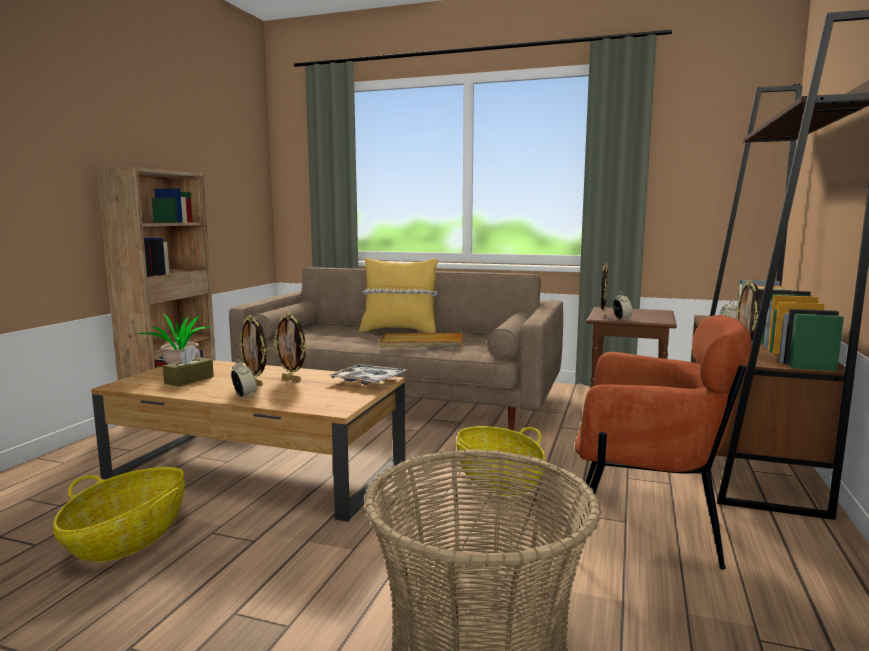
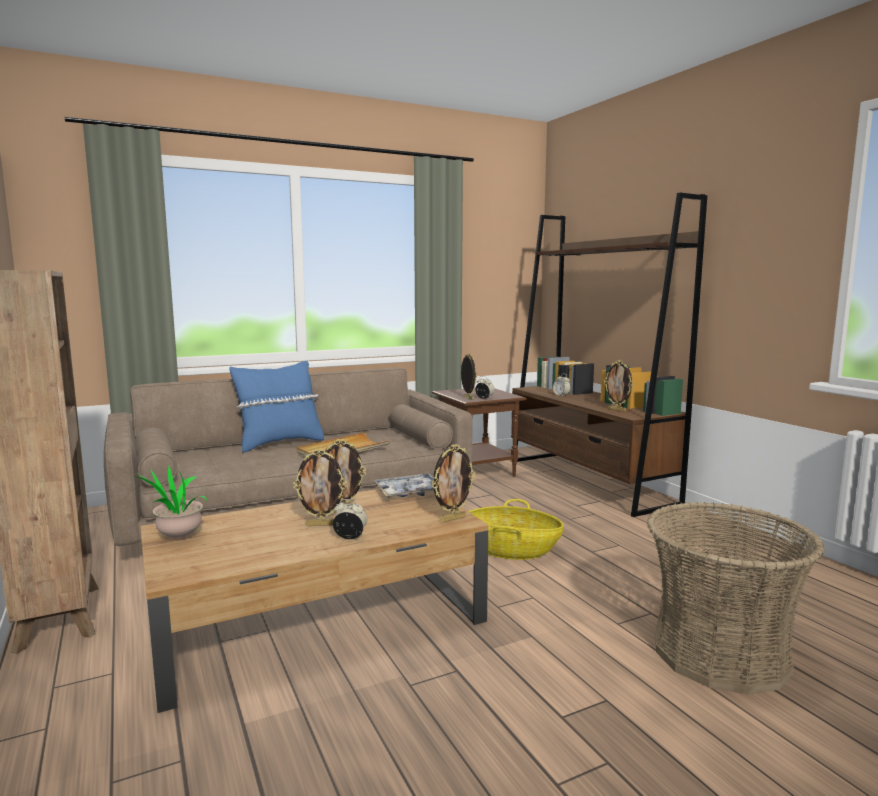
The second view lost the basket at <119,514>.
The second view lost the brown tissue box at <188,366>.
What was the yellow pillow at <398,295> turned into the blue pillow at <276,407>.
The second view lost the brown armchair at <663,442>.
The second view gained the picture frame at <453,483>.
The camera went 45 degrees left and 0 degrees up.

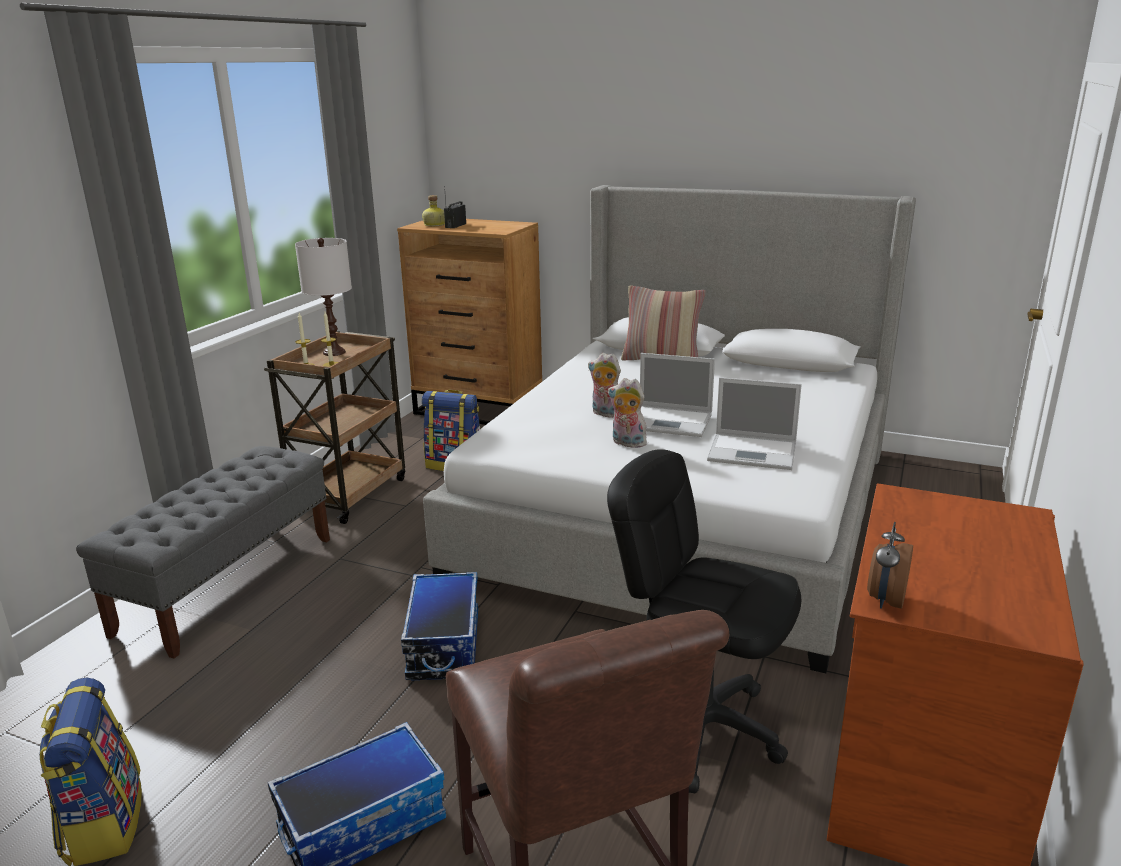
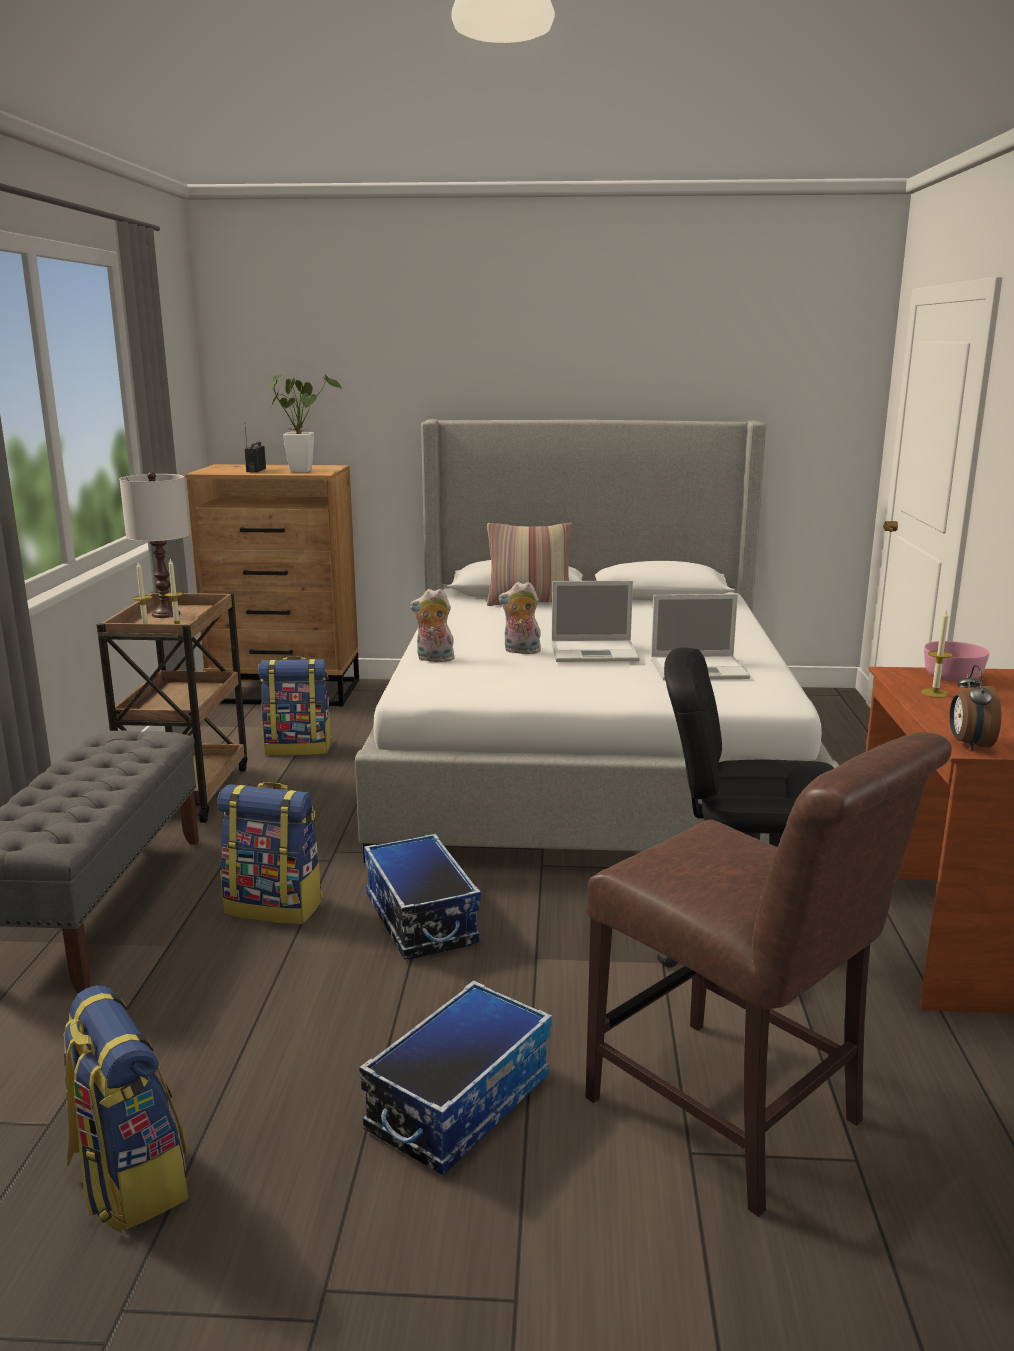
The second view lost the bottle at <433,210>.
The plush toy ended up elsewhere, having gone from <627,413> to <432,625>.
The second view gained the backpack at <270,853>.
The second view gained the potted plant at <306,423>.
The second view gained the candle at <937,654>.
The second view gained the pink bowl at <956,661>.
The camera went 20 degrees left and 5 degrees down.

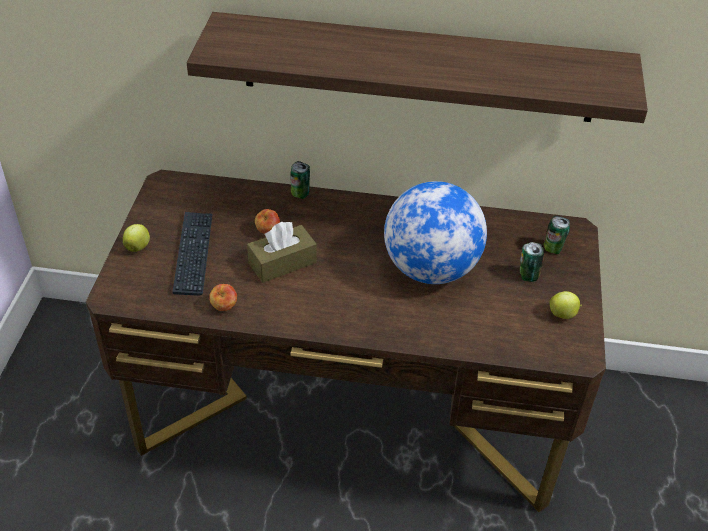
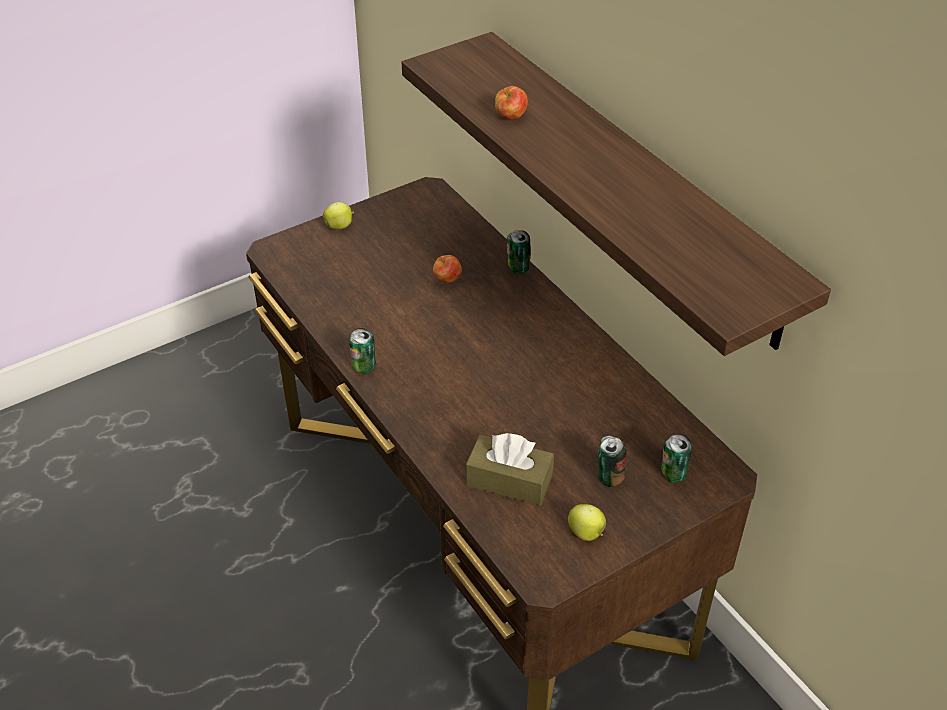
The second view lost the keyboard at <192,254>.
The apple ended up elsewhere, having gone from <223,297> to <511,102>.
The brown tissue box ended up elsewhere, having gone from <282,252> to <510,469>.
The second view lost the globe at <435,232>.
The second view gained the can at <362,351>.
The camera went 50 degrees right and 0 degrees up.

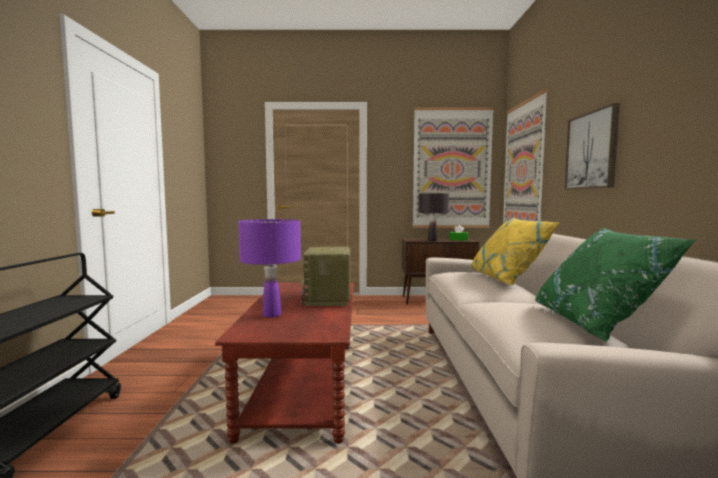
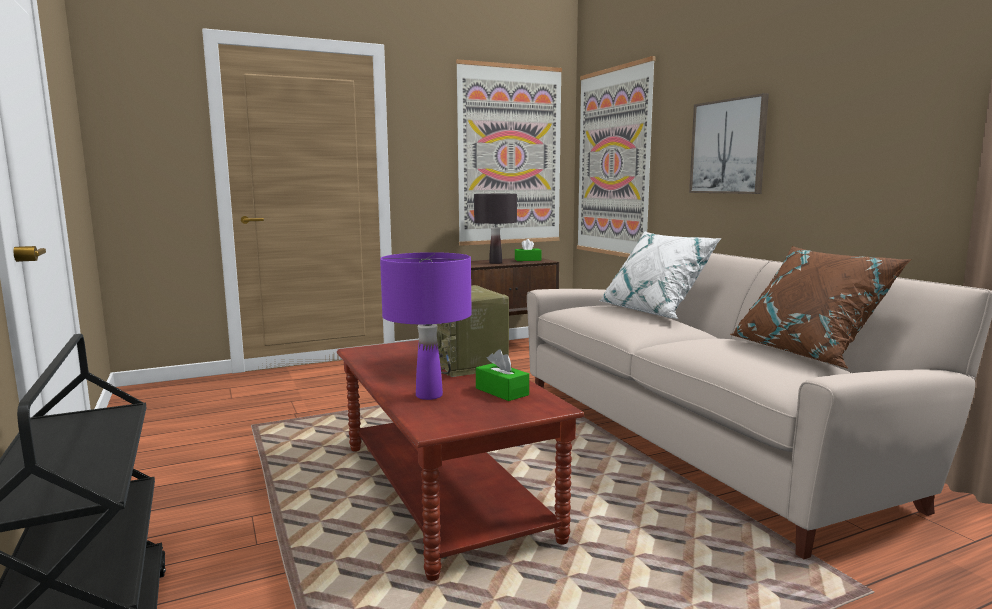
What was the yellow pillow at <515,251> turned into the white pillow at <660,275>.
What was the green pillow at <616,285> turned into the brown pillow at <821,307>.
The second view gained the green tissue box at <502,375>.
The camera went 25 degrees left and 5 degrees up.

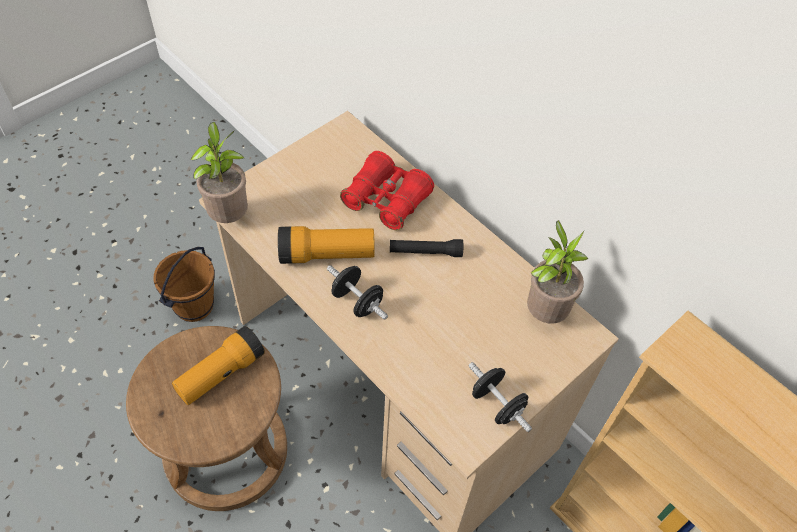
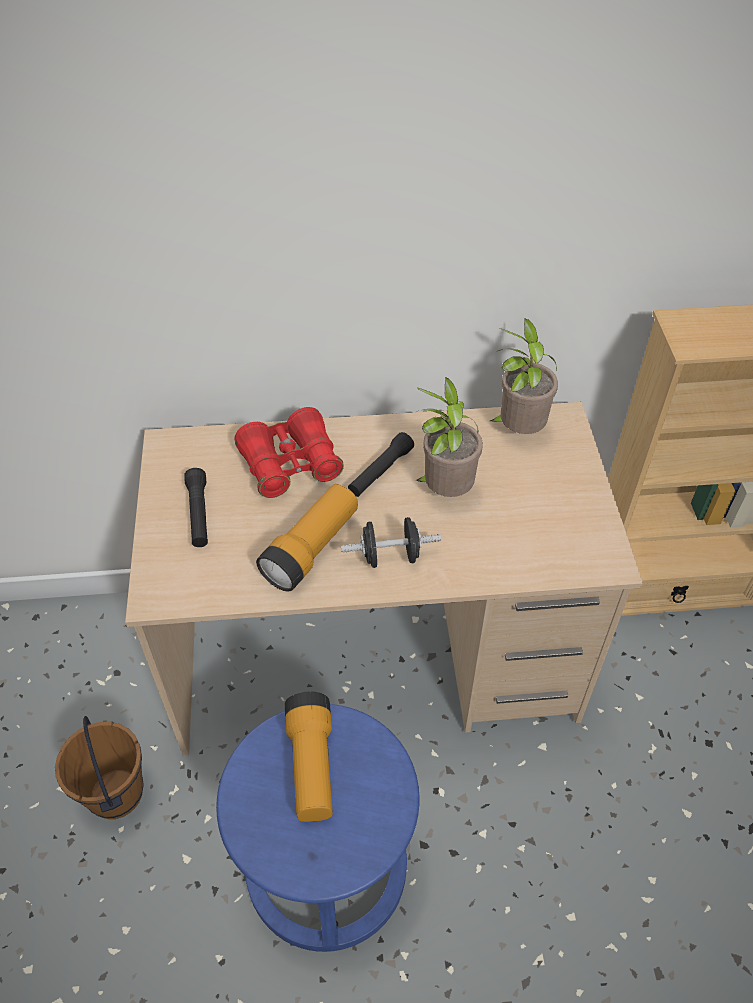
What was the brown stool at <206,418> turned into the blue stool at <317,828>.
The potted plant ended up elsewhere, having gone from <219,172> to <449,437>.
The second view lost the black dumbbell at <500,397>.
The second view gained the black flashlight at <196,507>.
The camera went 50 degrees left and 5 degrees down.

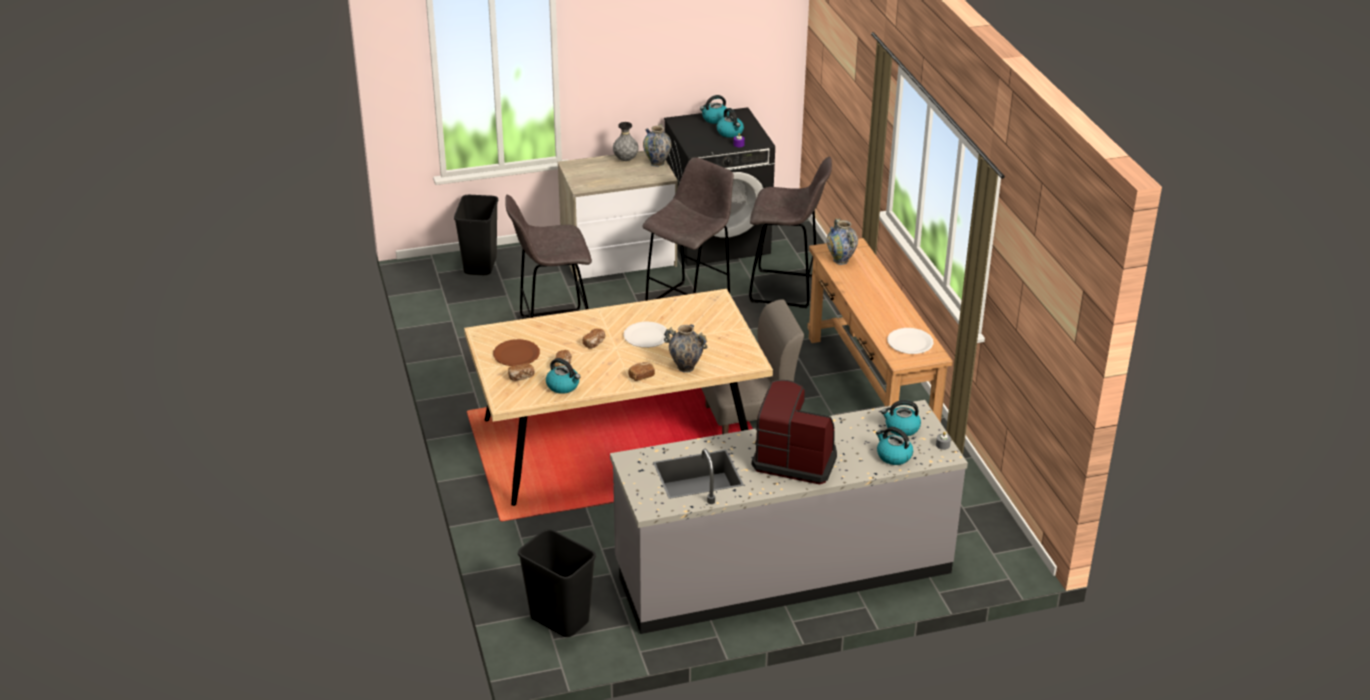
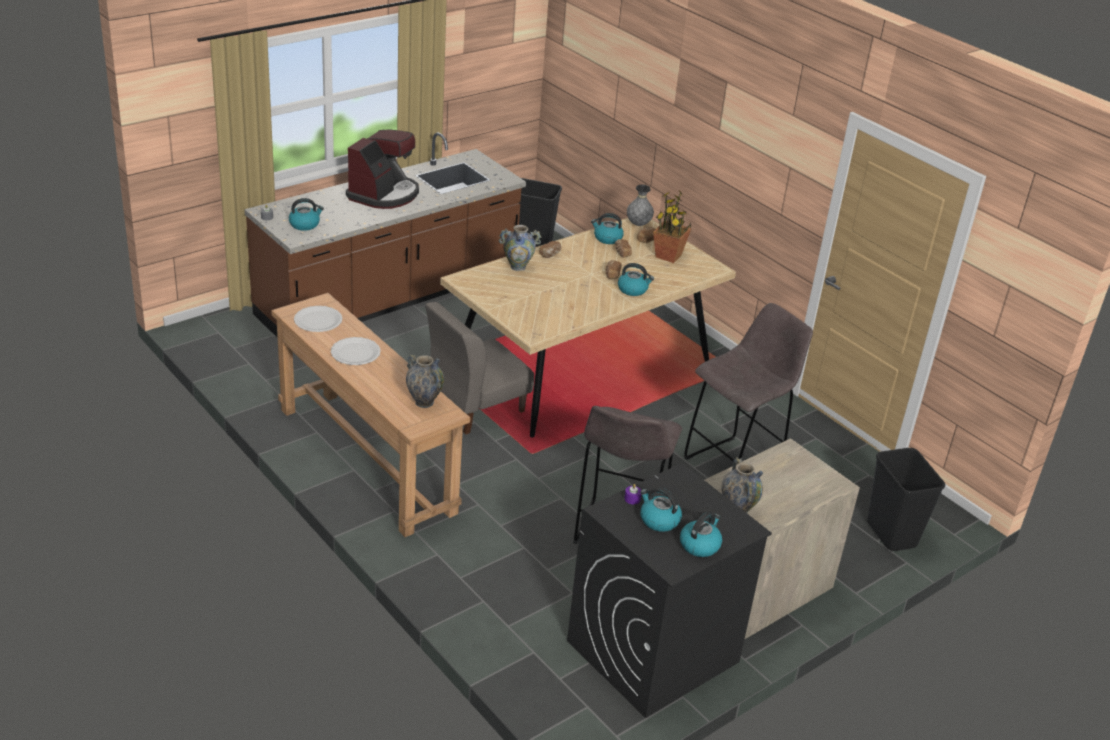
Where the brown plate stood at <516,352>, the potted plant came to stand at <672,227>.
What was the grey counter at <789,517> turned into the brown counter at <385,234>.
The grey vase ended up elsewhere, having gone from <626,141> to <640,205>.
The white plate ended up elsewhere, having gone from <645,334> to <356,351>.
The second view lost the grey stool at <790,232>.
The coffee machine at <794,432> ended up facing another way, 60 degrees counterclockwise from before.
The kettle ended up elsewhere, having gone from <894,446> to <636,279>.
The camera went 155 degrees right and 0 degrees up.

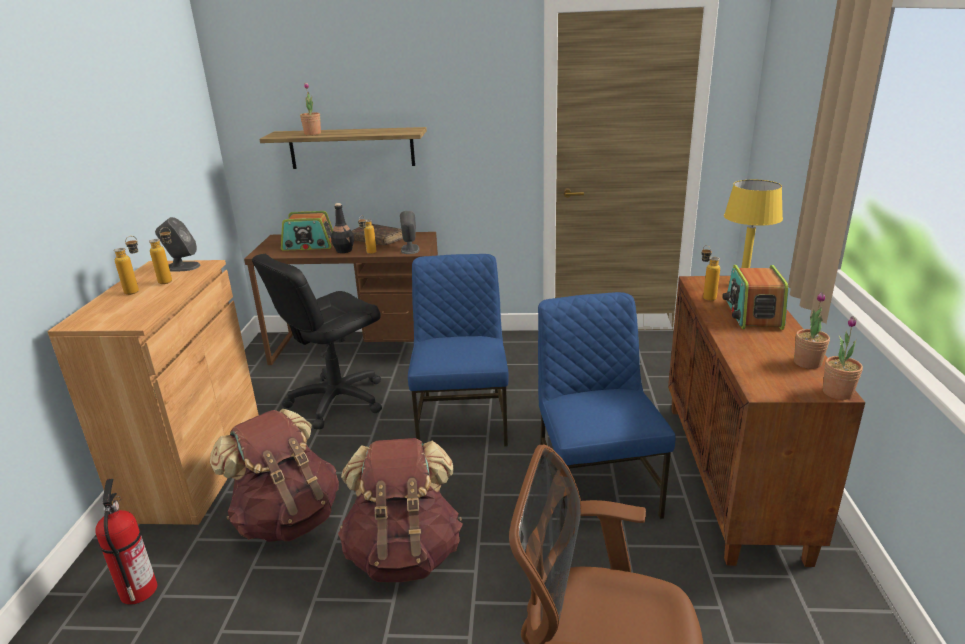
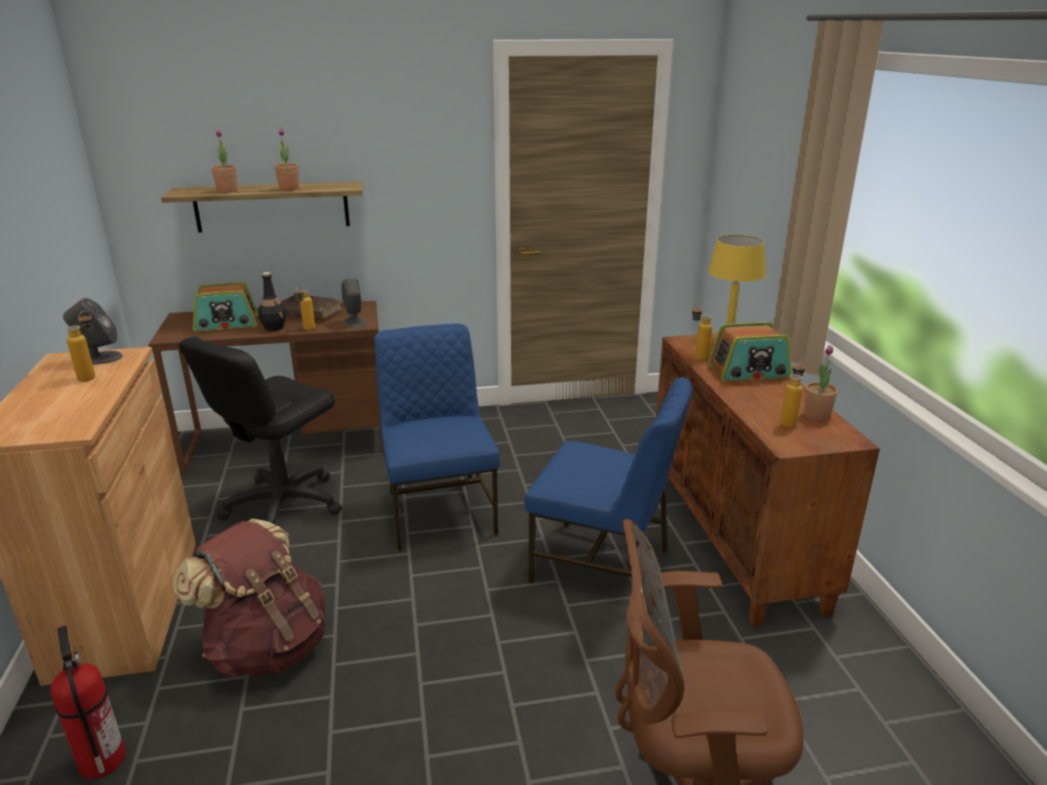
The bottle ended up elsewhere, having gone from <126,265> to <792,394>.
The second view lost the brown backpack at <400,510>.
The blue chair at <606,405> ended up facing another way, 135 degrees clockwise from before.
The radio at <755,297> ended up facing another way, 90 degrees counterclockwise from before.
The potted plant ended up elsewhere, having gone from <843,358> to <286,159>.
The camera went 15 degrees left and 0 degrees up.

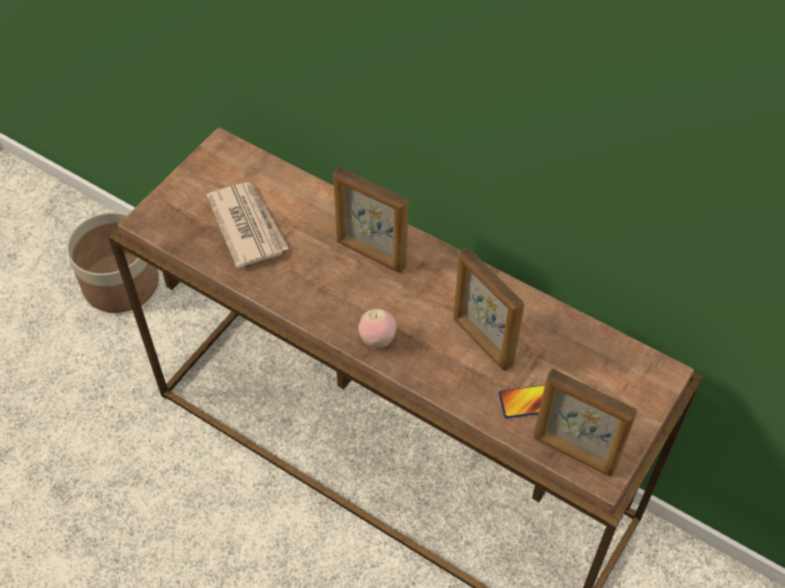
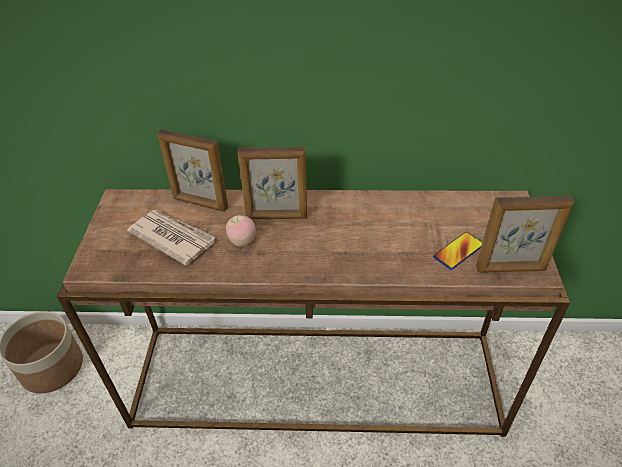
The apple ended up elsewhere, having gone from <377,328> to <241,230>.
The picture frame ended up elsewhere, having gone from <488,309> to <192,170>.
The camera went 30 degrees left and 10 degrees down.

